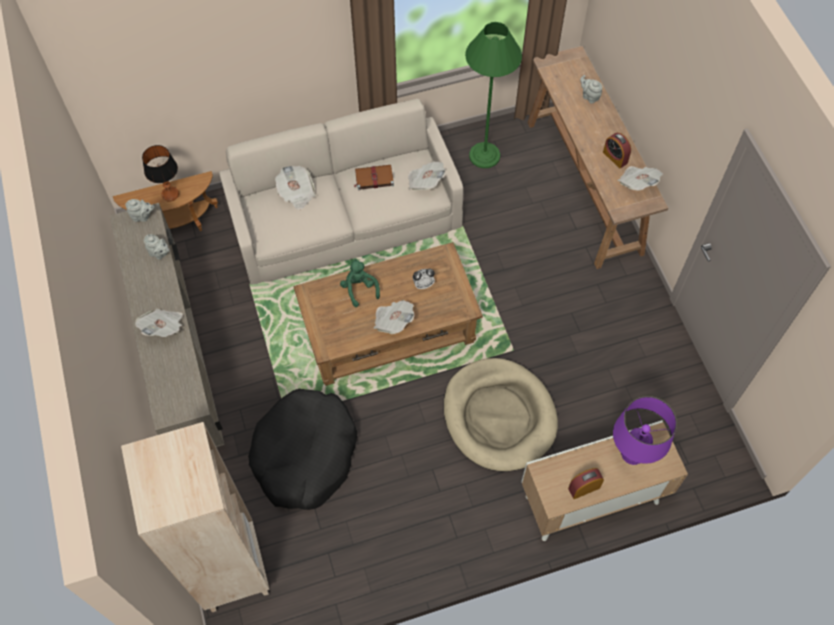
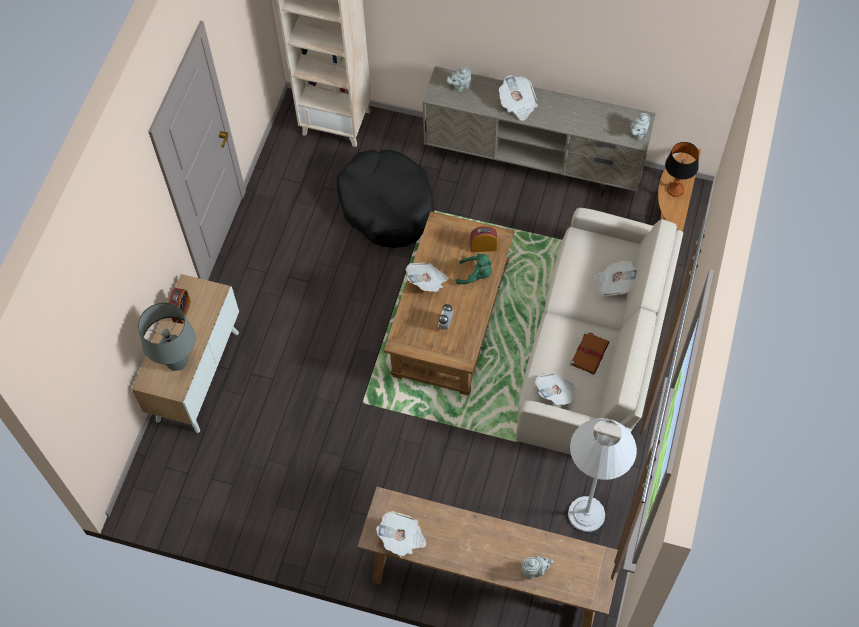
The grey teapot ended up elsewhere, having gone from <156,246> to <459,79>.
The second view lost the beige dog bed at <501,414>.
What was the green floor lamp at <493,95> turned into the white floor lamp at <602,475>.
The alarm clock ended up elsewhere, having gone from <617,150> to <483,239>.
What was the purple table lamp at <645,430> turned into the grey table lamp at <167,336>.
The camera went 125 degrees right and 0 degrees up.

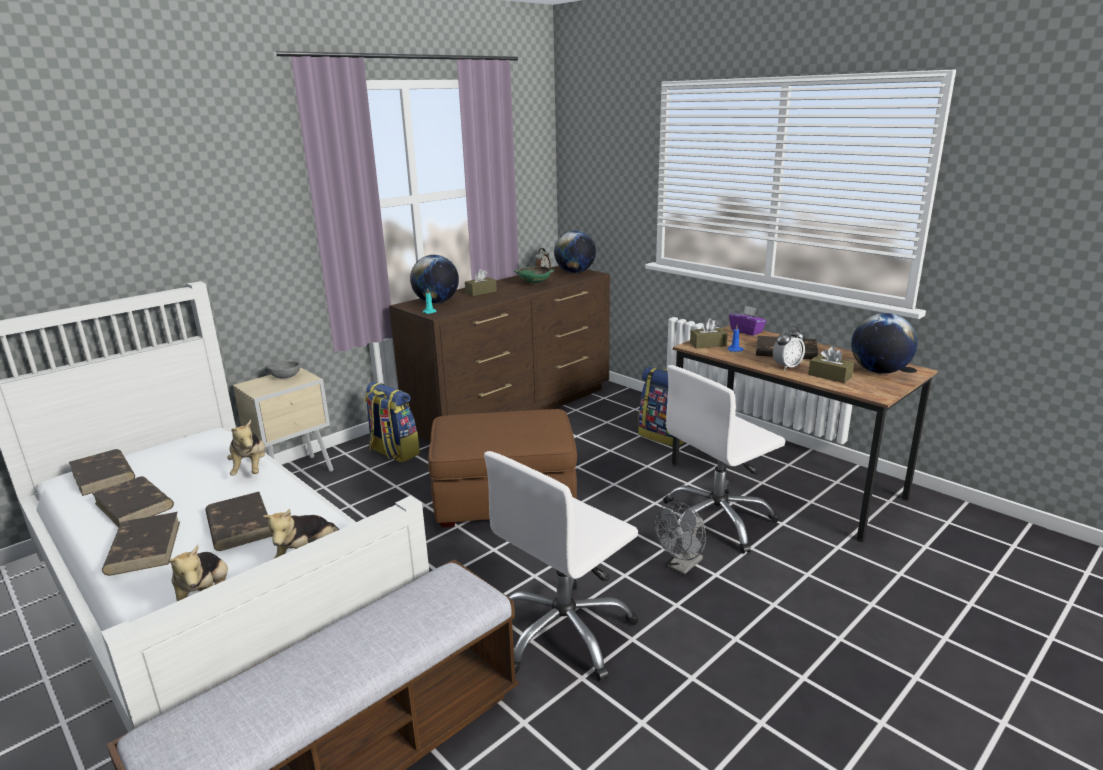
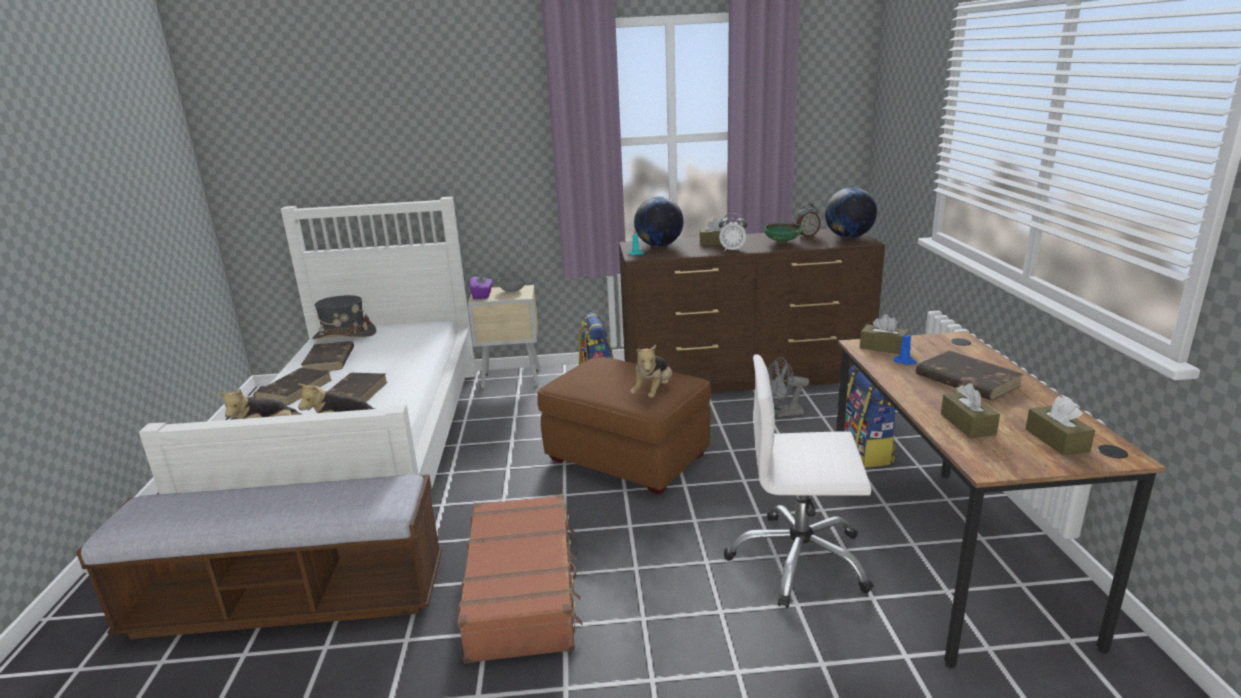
Where the brown book stood at <102,472>, the grey hat came to stand at <344,317>.
The plush toy ended up elsewhere, having gone from <246,448> to <651,371>.
Where the white office chair stood at <561,566>, the brown suitcase came to stand at <520,579>.
The grey fan ended up elsewhere, having gone from <680,538> to <788,387>.
The purple tissue box ended up elsewhere, having gone from <748,320> to <480,286>.
The alarm clock ended up elsewhere, having gone from <789,348> to <733,232>.
Where the globe stood at <884,343>, the brown tissue box came to stand at <1060,426>.
The camera went 40 degrees right and 0 degrees up.

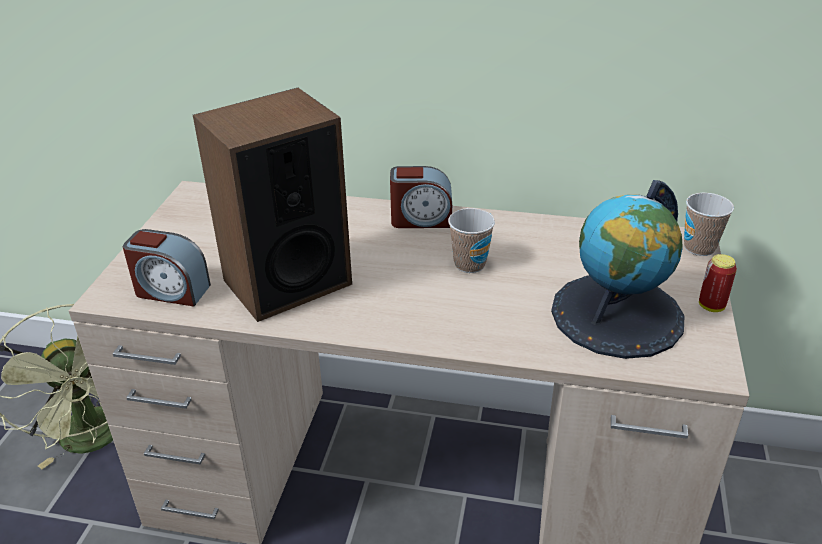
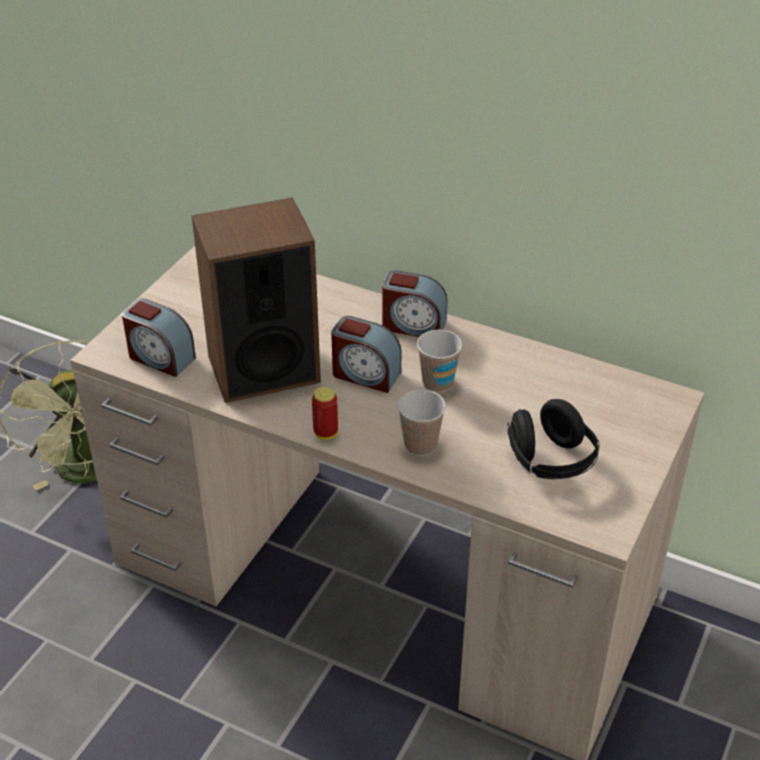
Where the globe stood at <618,269>, the black headphones came to stand at <553,439>.
The cup ended up elsewhere, having gone from <709,224> to <422,422>.
The can ended up elsewhere, having gone from <718,283> to <325,413>.
The second view gained the alarm clock at <366,354>.
The camera went 15 degrees right and 5 degrees up.

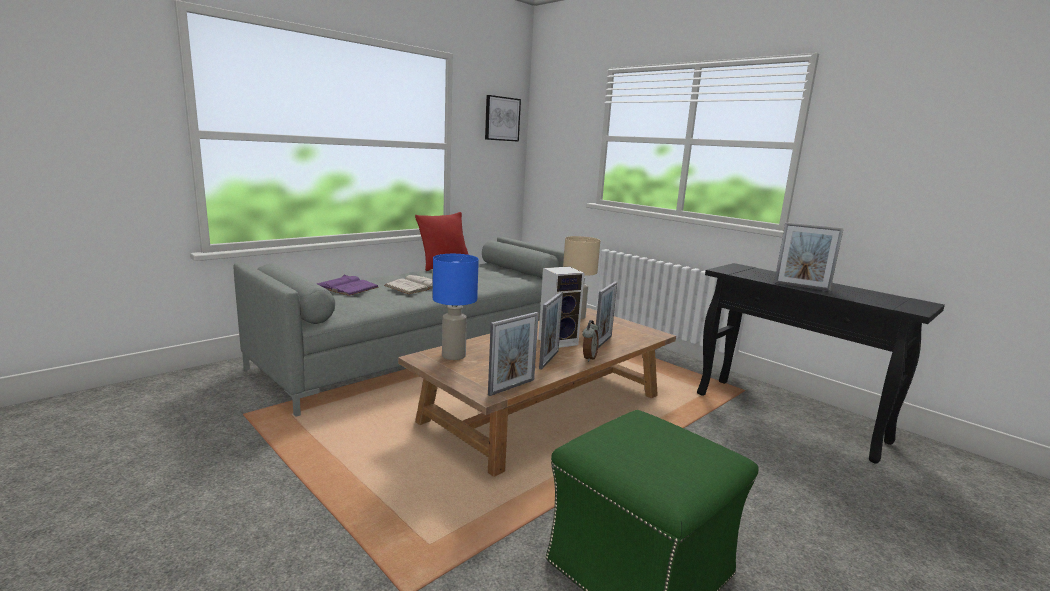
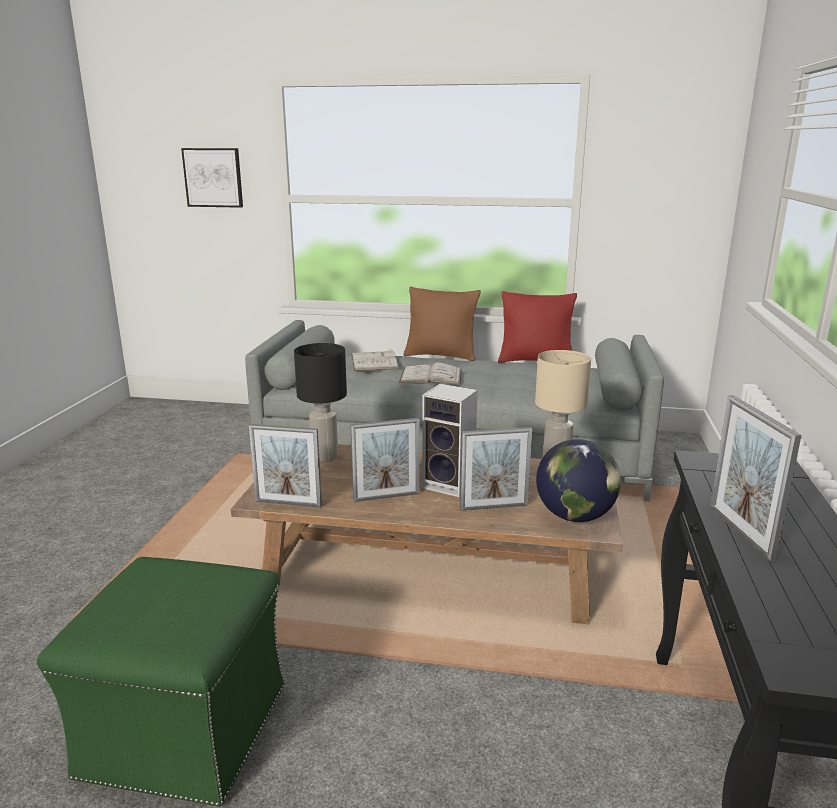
What was the purple book at <348,285> turned into the white book at <375,360>.
What was the blue table lamp at <456,307> turned into the black table lamp at <320,402>.
The picture ended up elsewhere, having gone from <503,118> to <212,178>.
The second view lost the alarm clock at <590,341>.
The second view gained the brown pillow at <442,324>.
The second view gained the globe at <578,480>.
The camera went 55 degrees right and 5 degrees up.

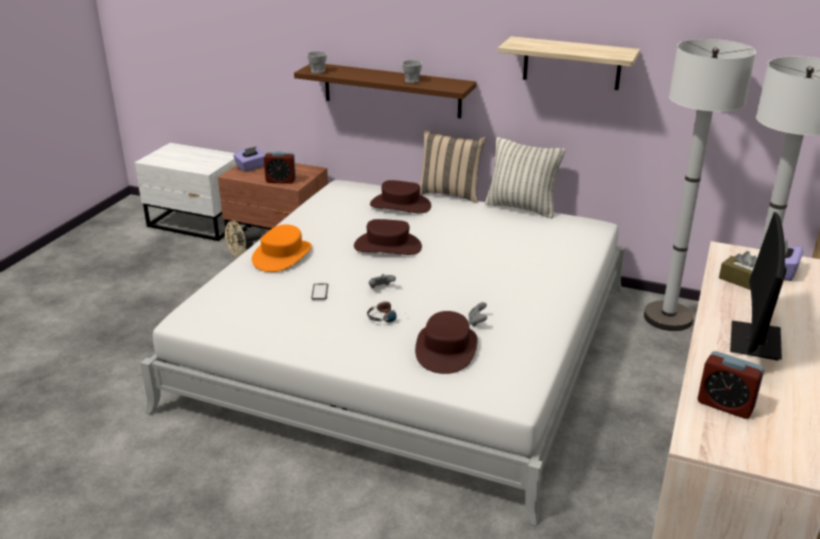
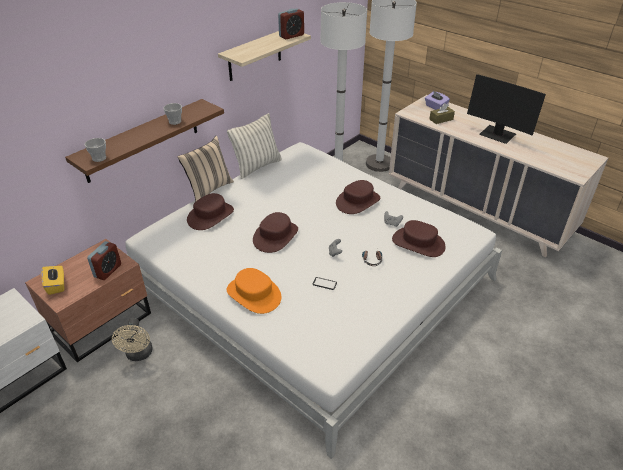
What was the purple tissue box at <249,159> turned into the yellow tissue box at <53,280>.
The alarm clock ended up elsewhere, having gone from <730,385> to <291,24>.
The second view gained the brown hat at <358,197>.
The camera went 70 degrees left and 10 degrees up.

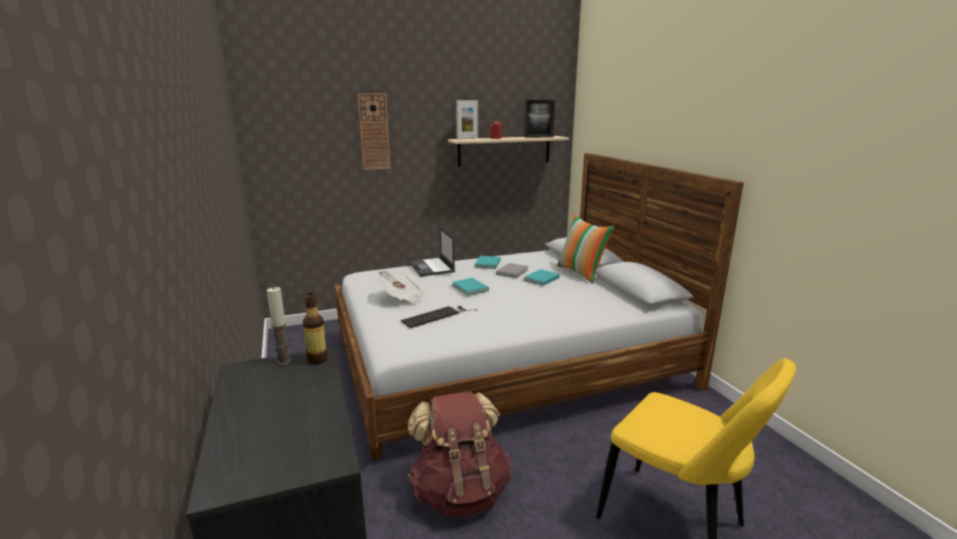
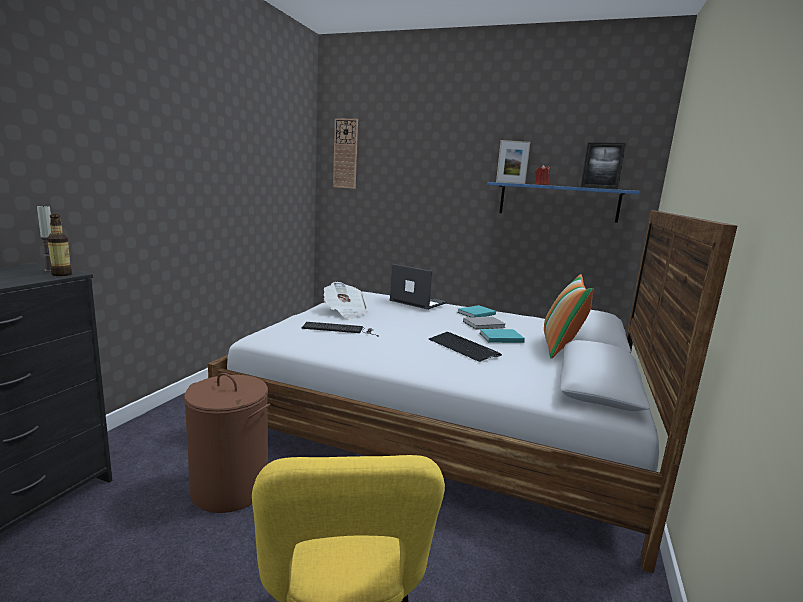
The wall clock ended up elsewhere, having gone from <374,131> to <345,153>.
Where the brown backpack stood at <459,454>, the brown laundry basket came to stand at <227,443>.
The laptop at <432,251> ended up facing another way, 105 degrees clockwise from before.
What was the beige shelf at <508,151> turned into the blue shelf at <563,202>.
The second view lost the turquoise book at <470,287>.
The second view gained the keyboard at <465,347>.
The camera went 40 degrees right and 5 degrees down.

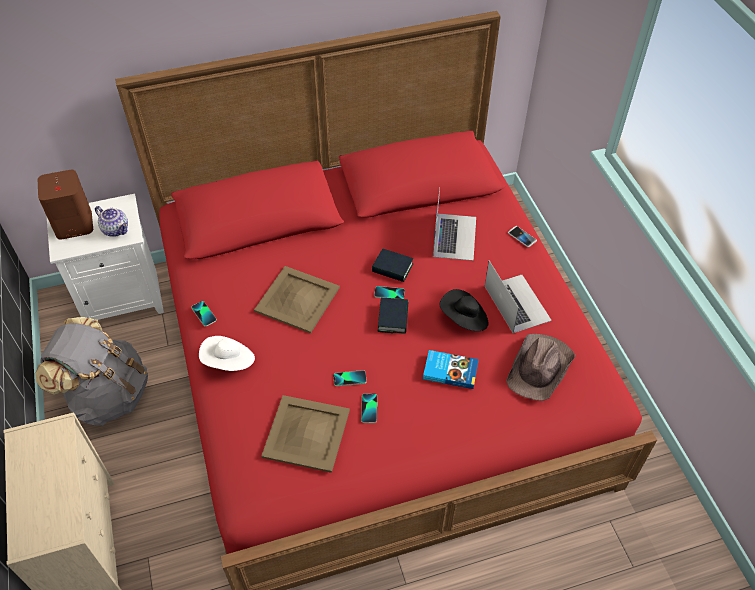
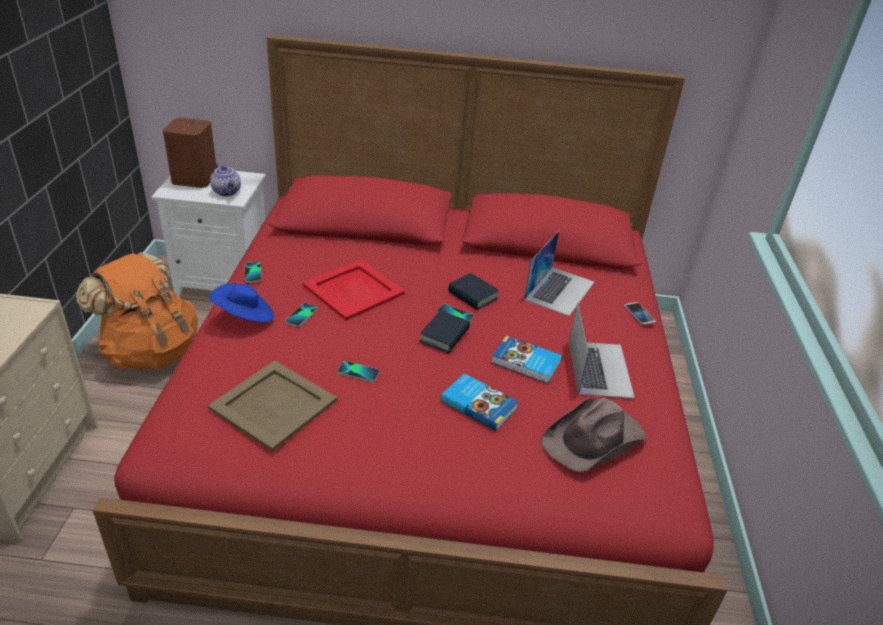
What was the grey backpack at <92,371> turned into the orange backpack at <137,311>.
What was the white hat at <227,353> turned into the blue hat at <241,302>.
What was the beige tray at <297,300> turned into the red tray at <354,289>.
The phone ended up elsewhere, having gone from <369,408> to <301,315>.
Where the black hat stood at <464,310>, the book came to stand at <526,359>.
The camera went 20 degrees right and 15 degrees down.

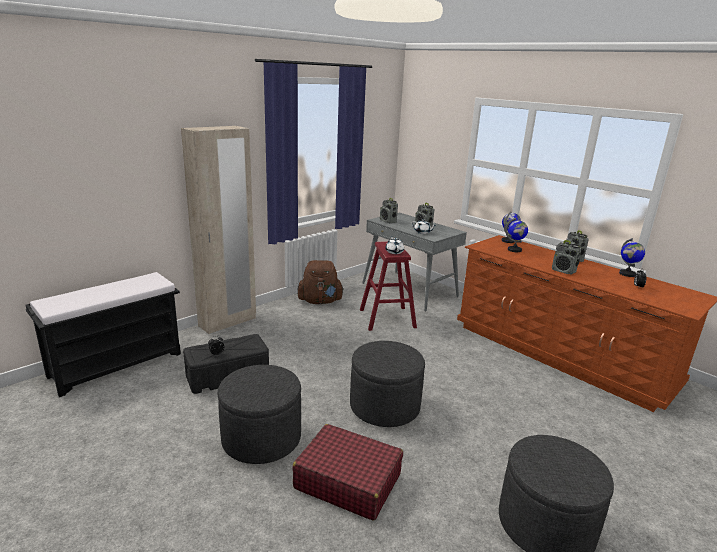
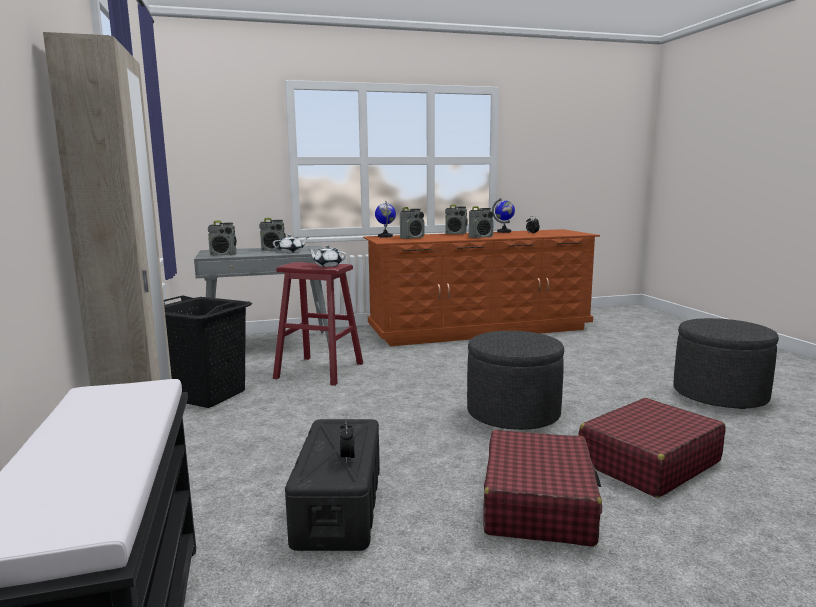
Where the grey ottoman stood at <259,414>, the red suitcase came to stand at <542,488>.
Where the brown backpack stood at <320,282>, the black laundry basket came to stand at <208,351>.
Where the globe stood at <516,235>, the radio came to stand at <412,223>.
The camera went 60 degrees left and 10 degrees down.

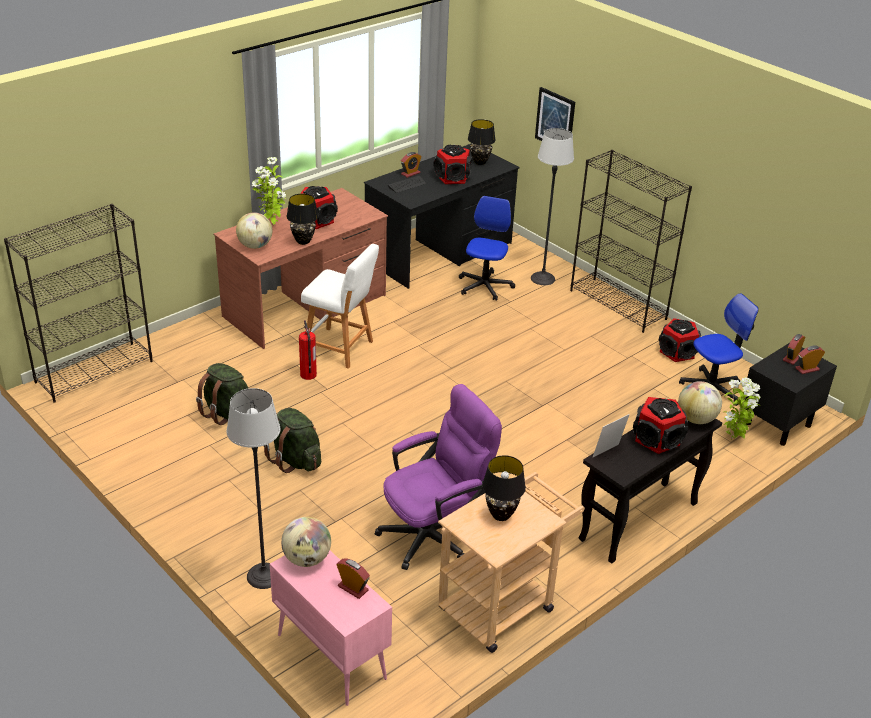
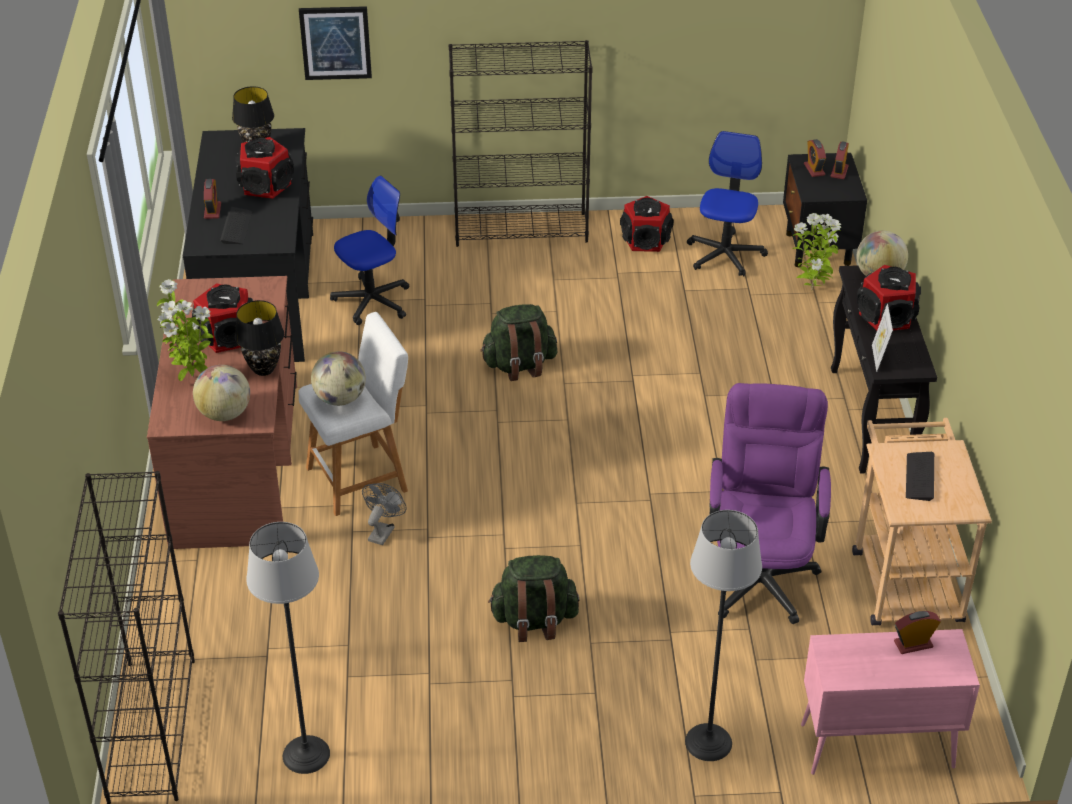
The green backpack ended up elsewhere, having gone from <222,394> to <518,342>.
The globe ended up elsewhere, having gone from <306,542> to <338,378>.
Where the fire extinguisher stood at <308,350>, the grey fan came to stand at <384,514>.
The office chair at <487,248> ended up facing another way, 90 degrees clockwise from before.
Where the black table lamp stood at <504,488>, the keyboard came to stand at <920,476>.
The floor lamp ended up elsewhere, having gone from <552,206> to <288,648>.
The camera went 50 degrees left and 5 degrees up.

